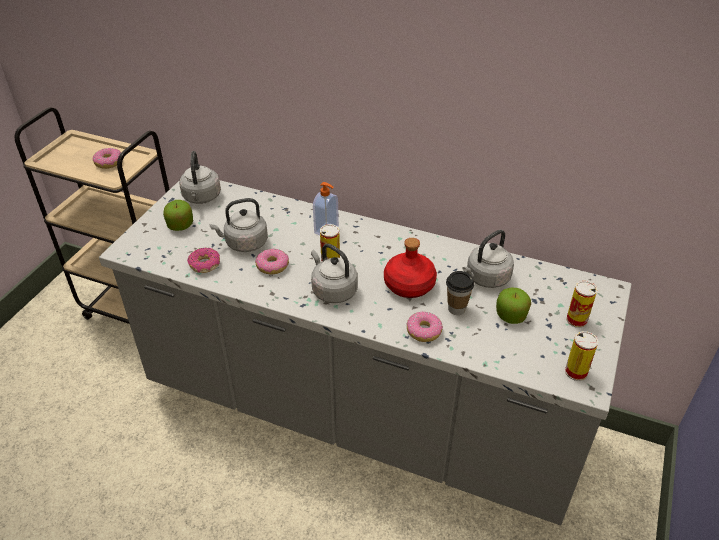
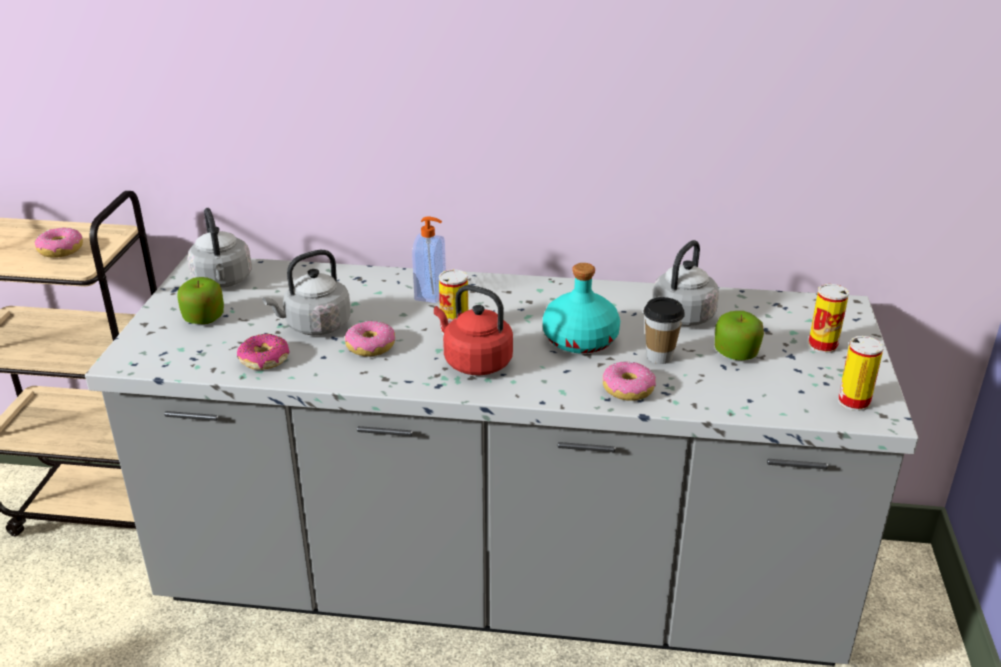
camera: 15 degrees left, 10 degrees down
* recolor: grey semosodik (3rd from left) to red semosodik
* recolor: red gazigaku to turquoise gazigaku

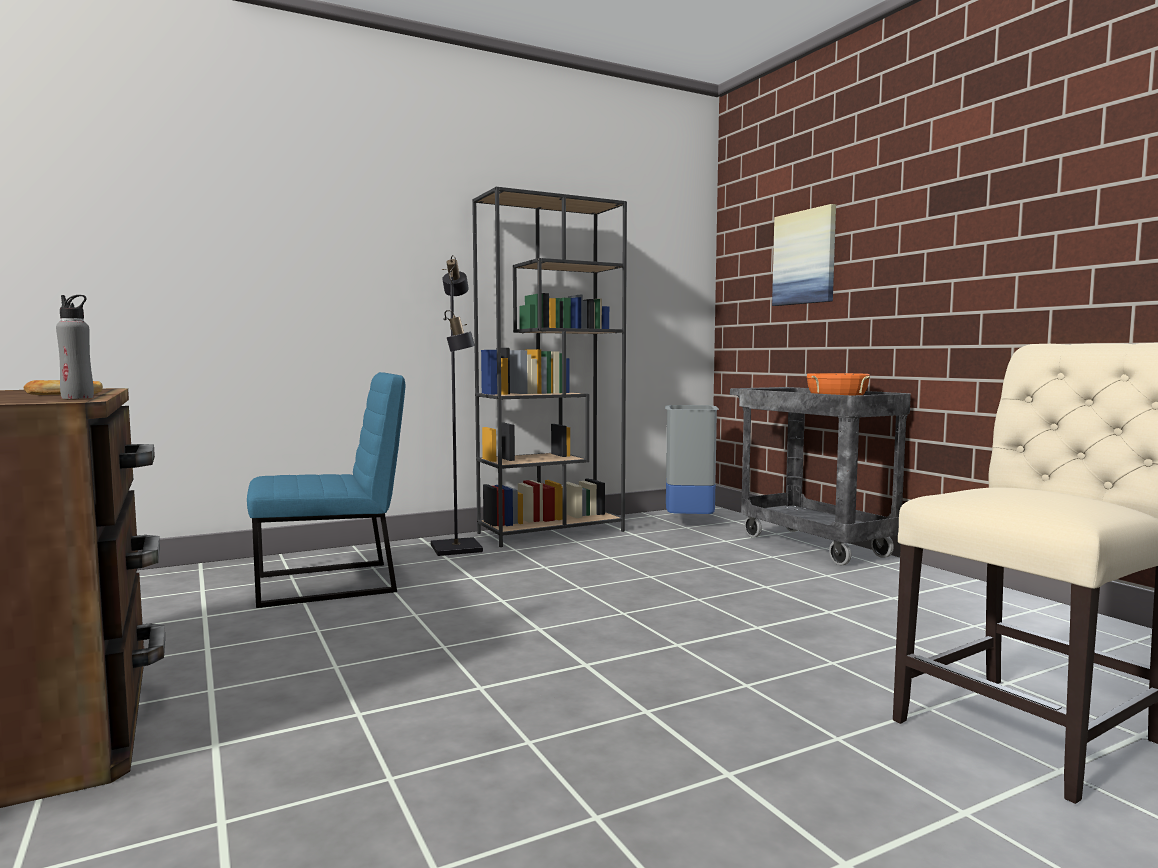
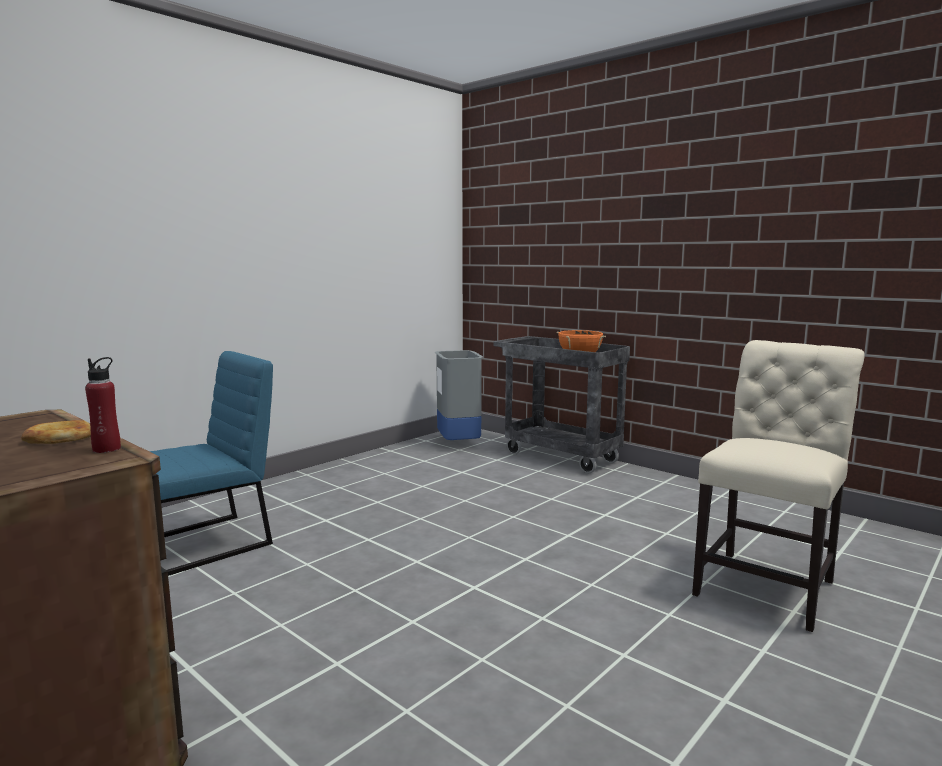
camera: 20 degrees left, 5 degrees up
* delete: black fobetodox
* delete: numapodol
* delete: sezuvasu
* recolor: grey gazigaku to red gazigaku

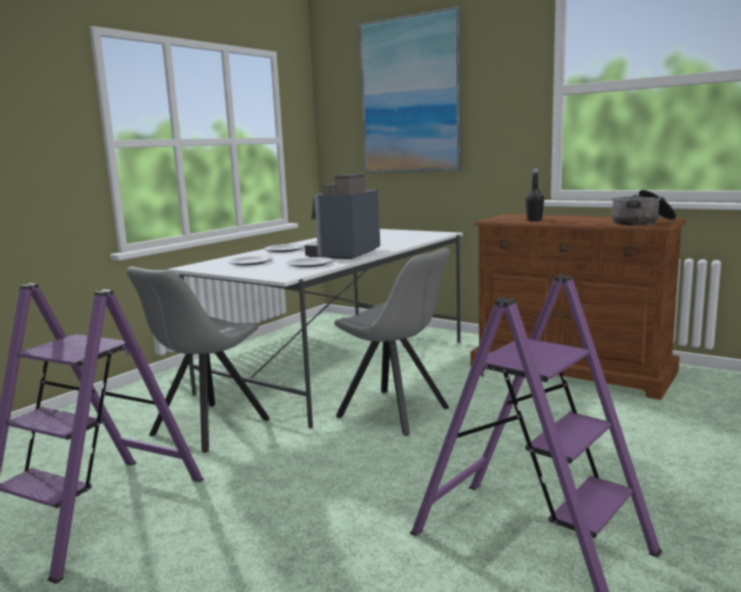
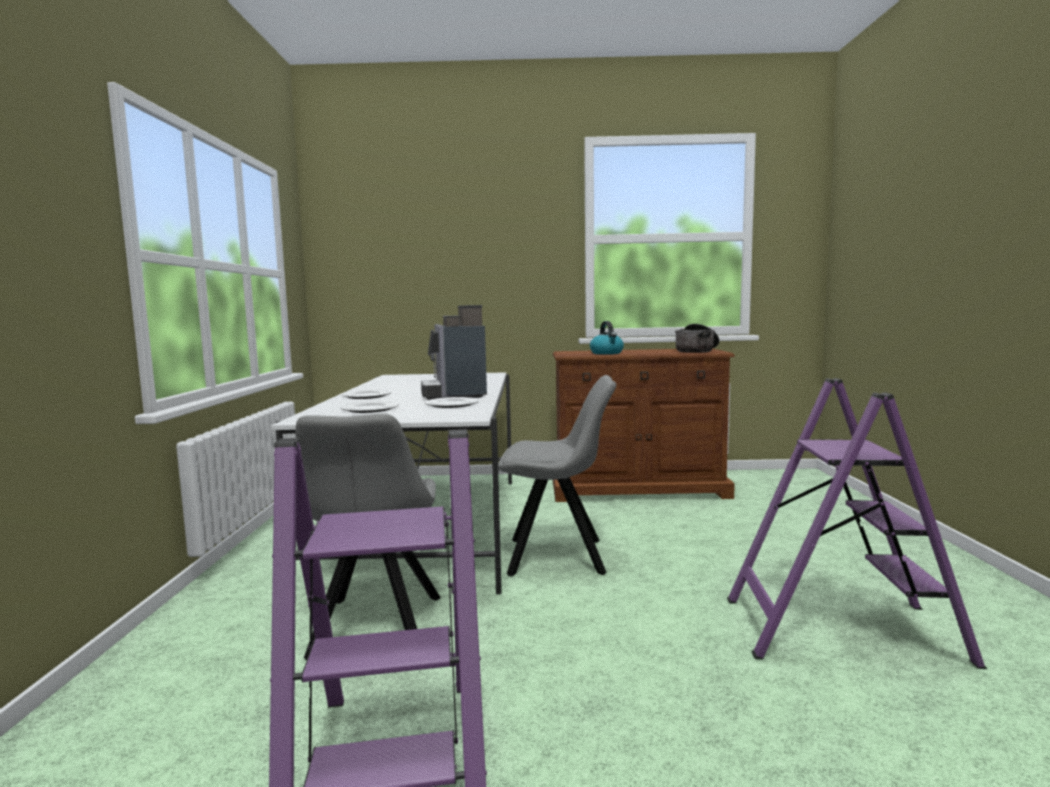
camera: 35 degrees left, 5 degrees down
* delete: sezuvasu
* replace: black gazigaku to semosodik

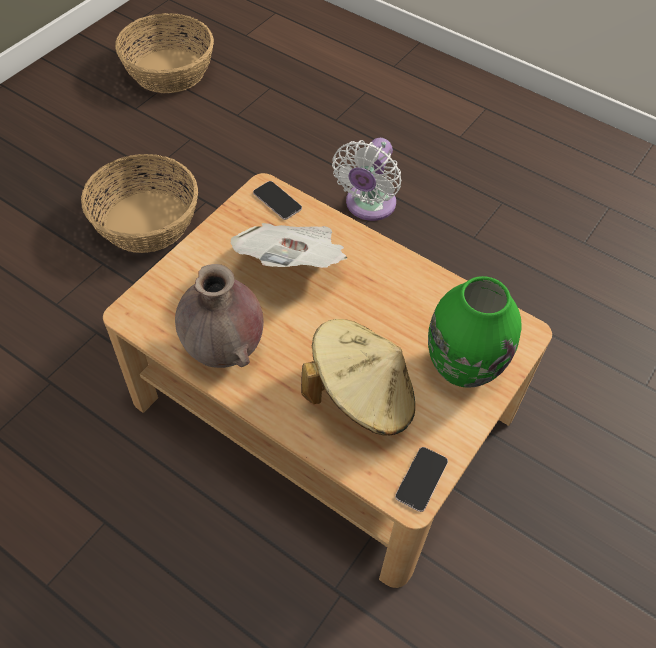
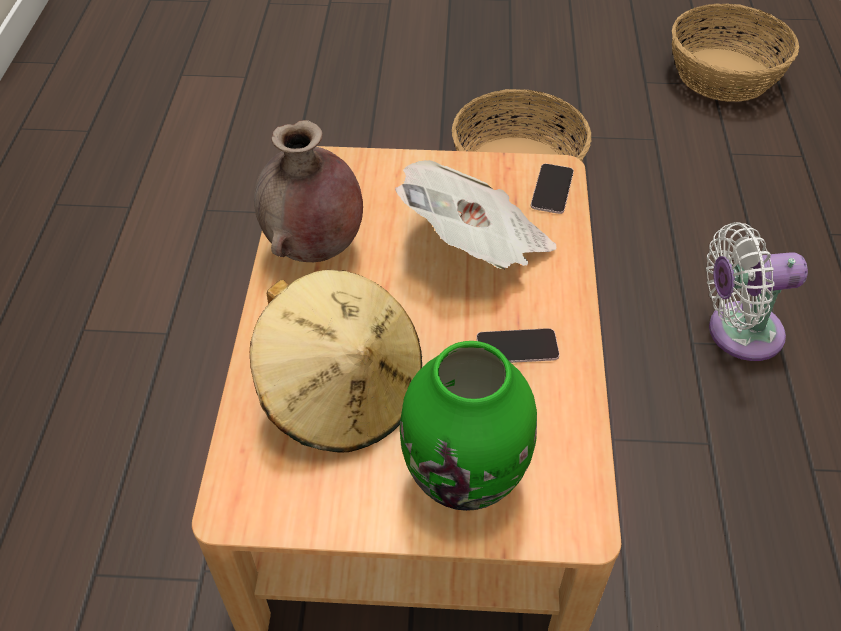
camera: 60 degrees right, 5 degrees down
* move: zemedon (2nd from left in the first image) to zemedon (1st from left)

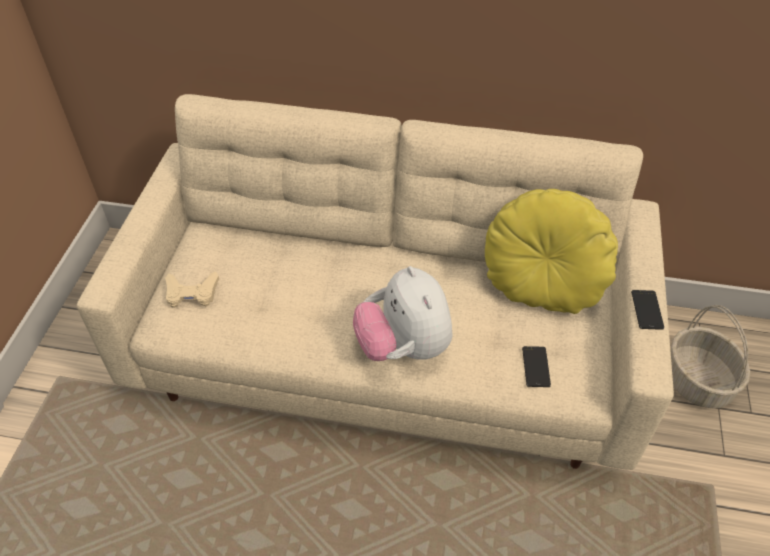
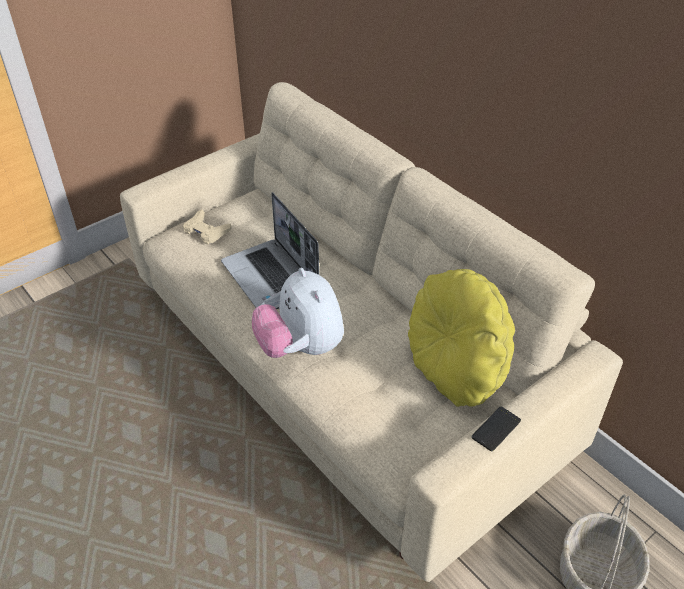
camera: 40 degrees right, 5 degrees down
* delete: zemedon (1st from left)
* insert: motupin
* rotate: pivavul 45 degrees counterclockwise

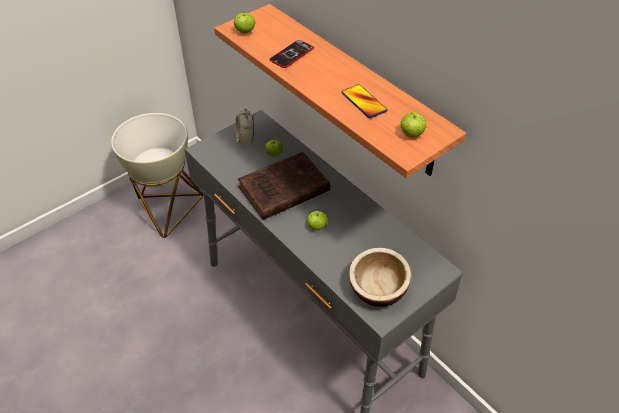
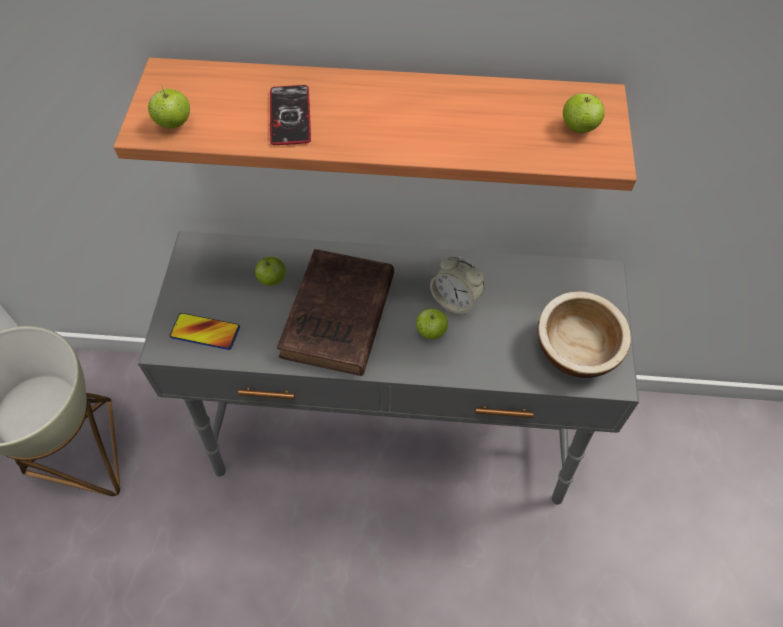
camera: 45 degrees left, 10 degrees up
* move: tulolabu
* move: zemedon (2nd from left in the first image) to zemedon (1st from left)

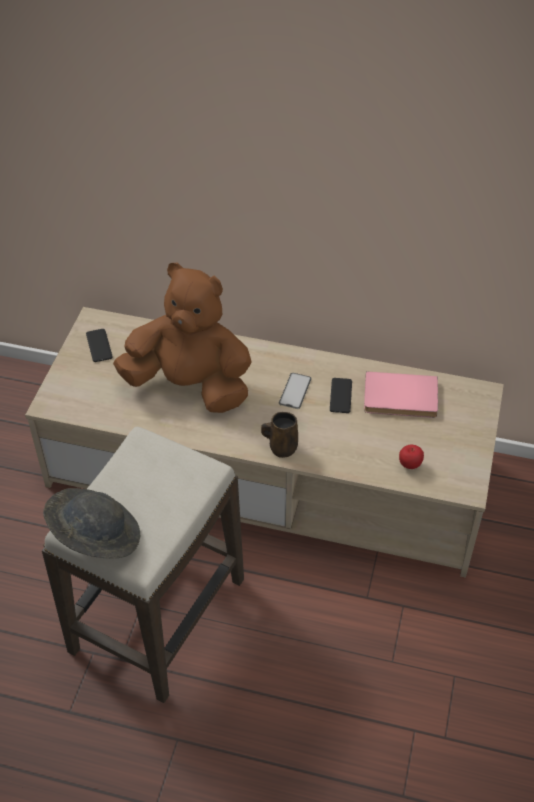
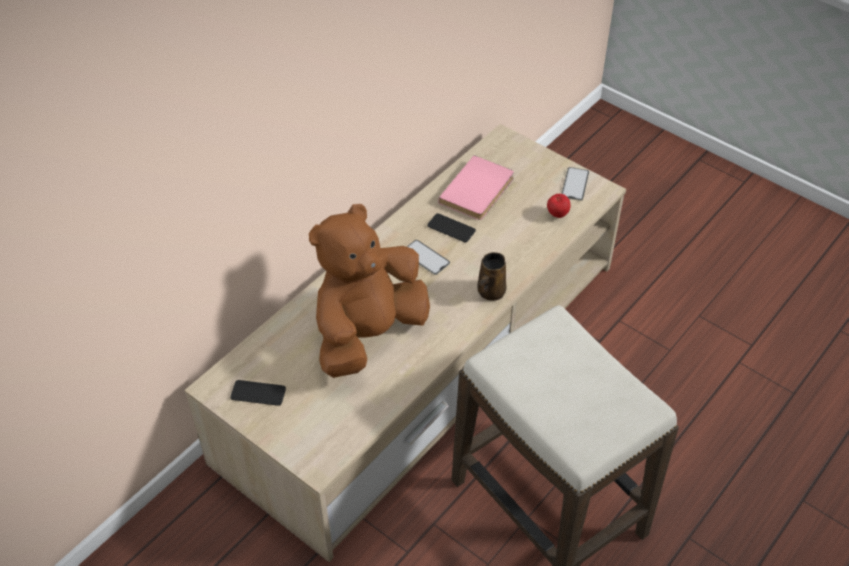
camera: 65 degrees left, 0 degrees up
* delete: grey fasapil
* insert: zemedon (4th from left)

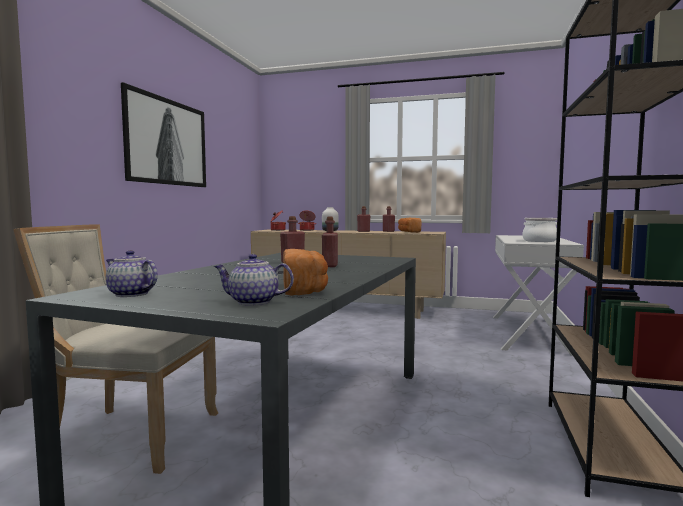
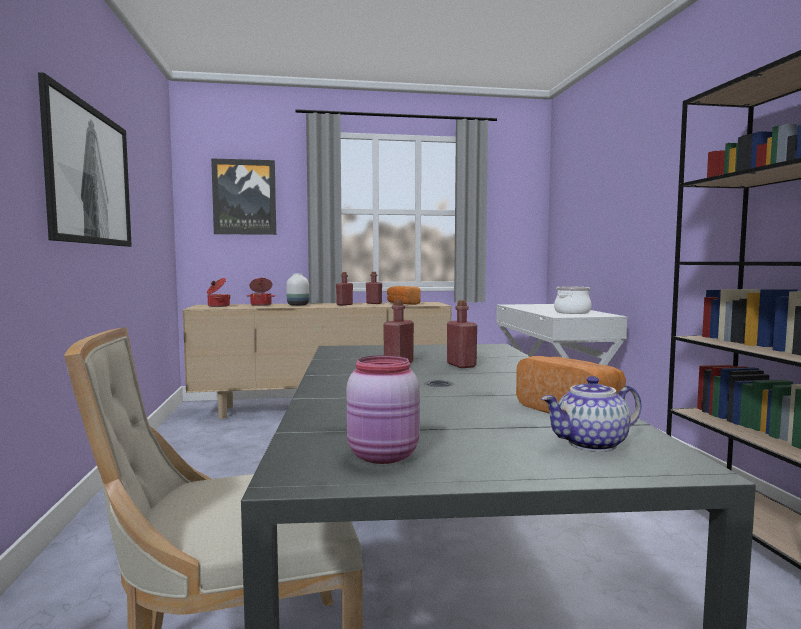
camera: 25 degrees left, 0 degrees up
* insert: sezuvasu (2nd from left)
* replace: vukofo (1st from left) to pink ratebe

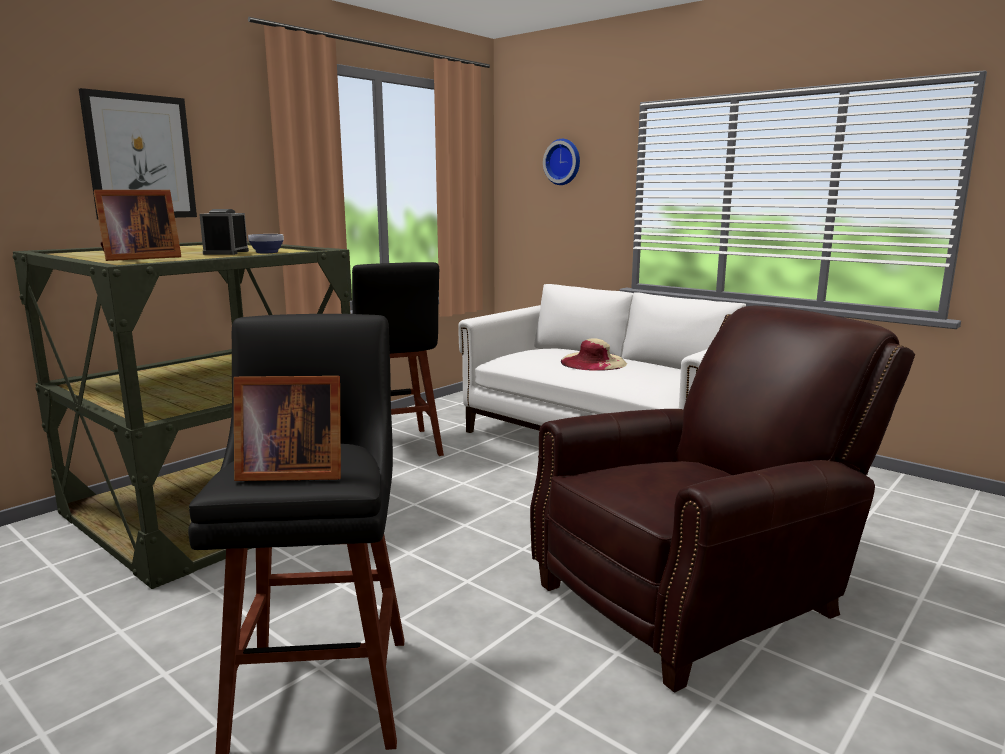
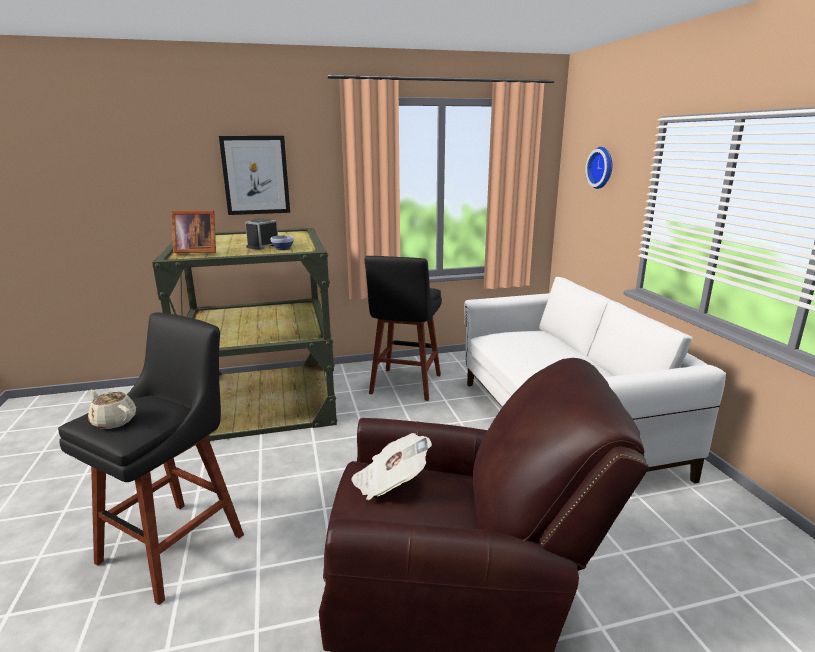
camera: 35 degrees right, 5 degrees up
* delete: beige fasapil
* insert: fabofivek
* replace: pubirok (2nd from left) to beige vukofo

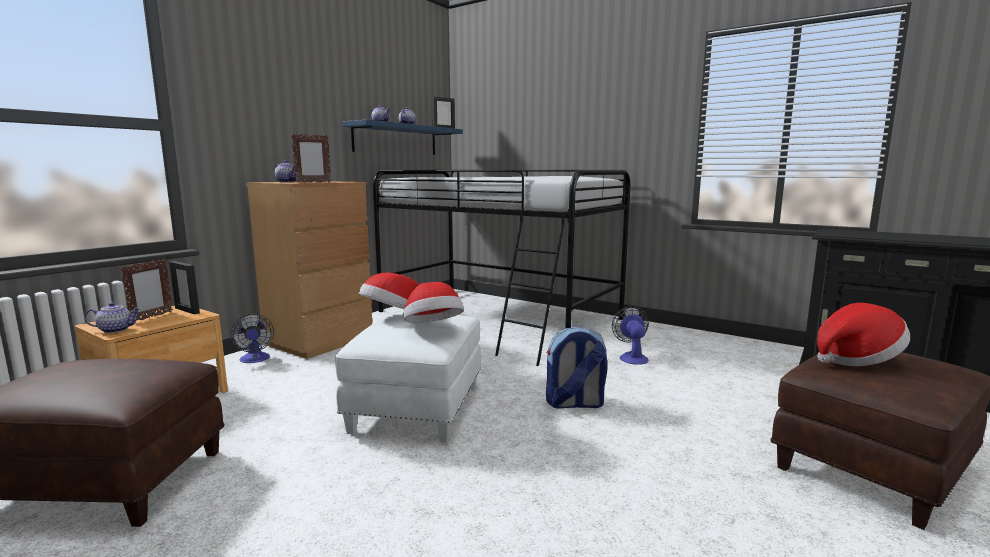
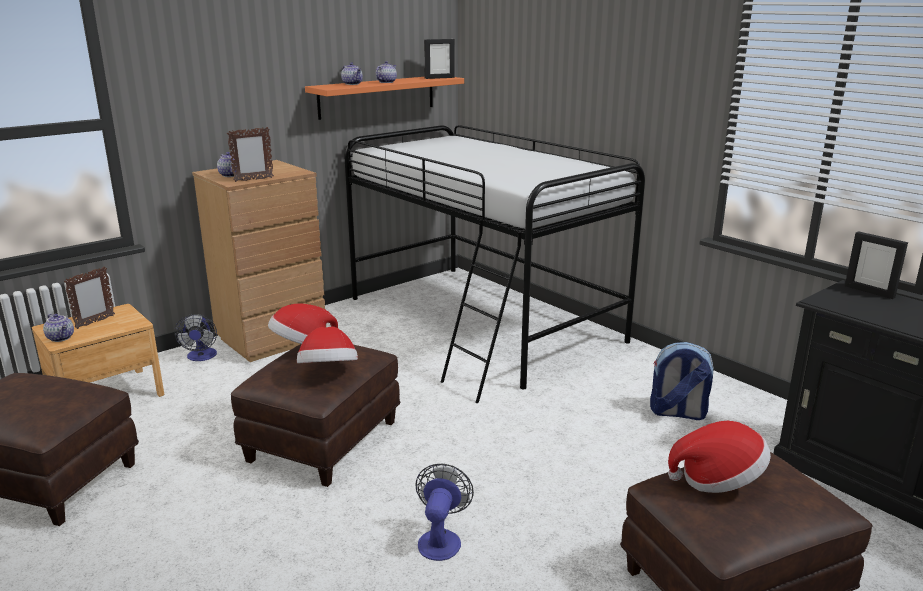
camera: 15 degrees right, 10 degrees up
* move: pubirok (2nd from left in the first image) to pubirok (4th from left)
* move: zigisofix
* move: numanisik (2nd from left)
* recolor: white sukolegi to brown sukolegi (2nd from left)
* recolor: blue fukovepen to orange fukovepen
* rotate: vukofo (1st from left) 45 degrees clockwise

